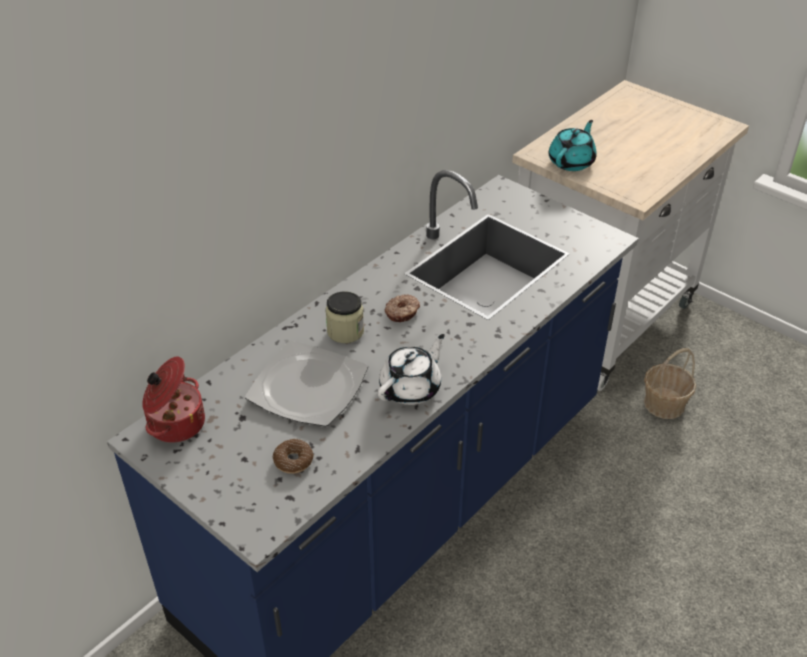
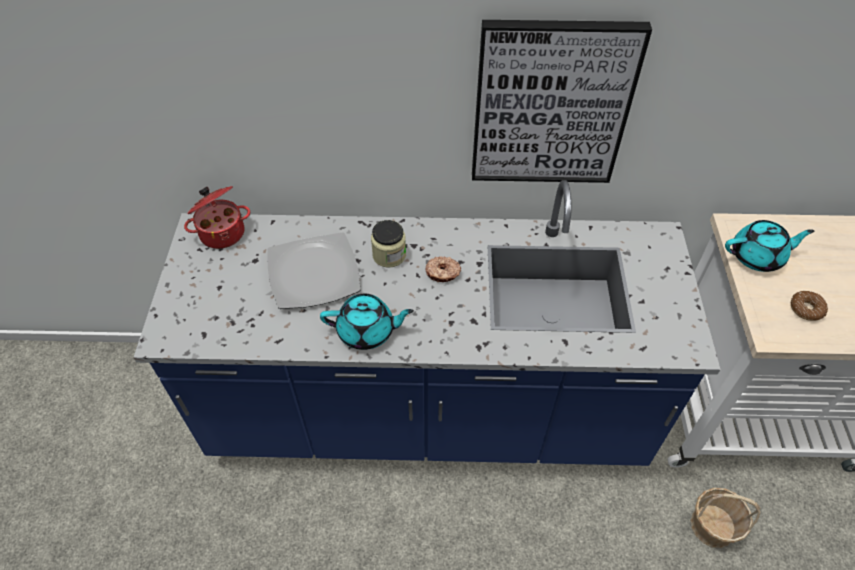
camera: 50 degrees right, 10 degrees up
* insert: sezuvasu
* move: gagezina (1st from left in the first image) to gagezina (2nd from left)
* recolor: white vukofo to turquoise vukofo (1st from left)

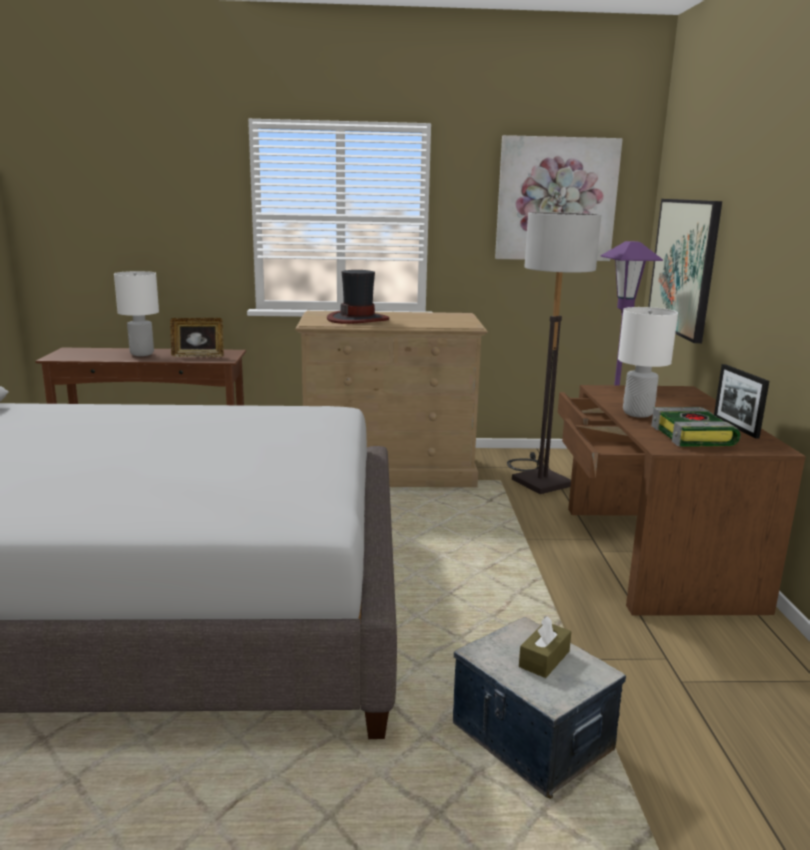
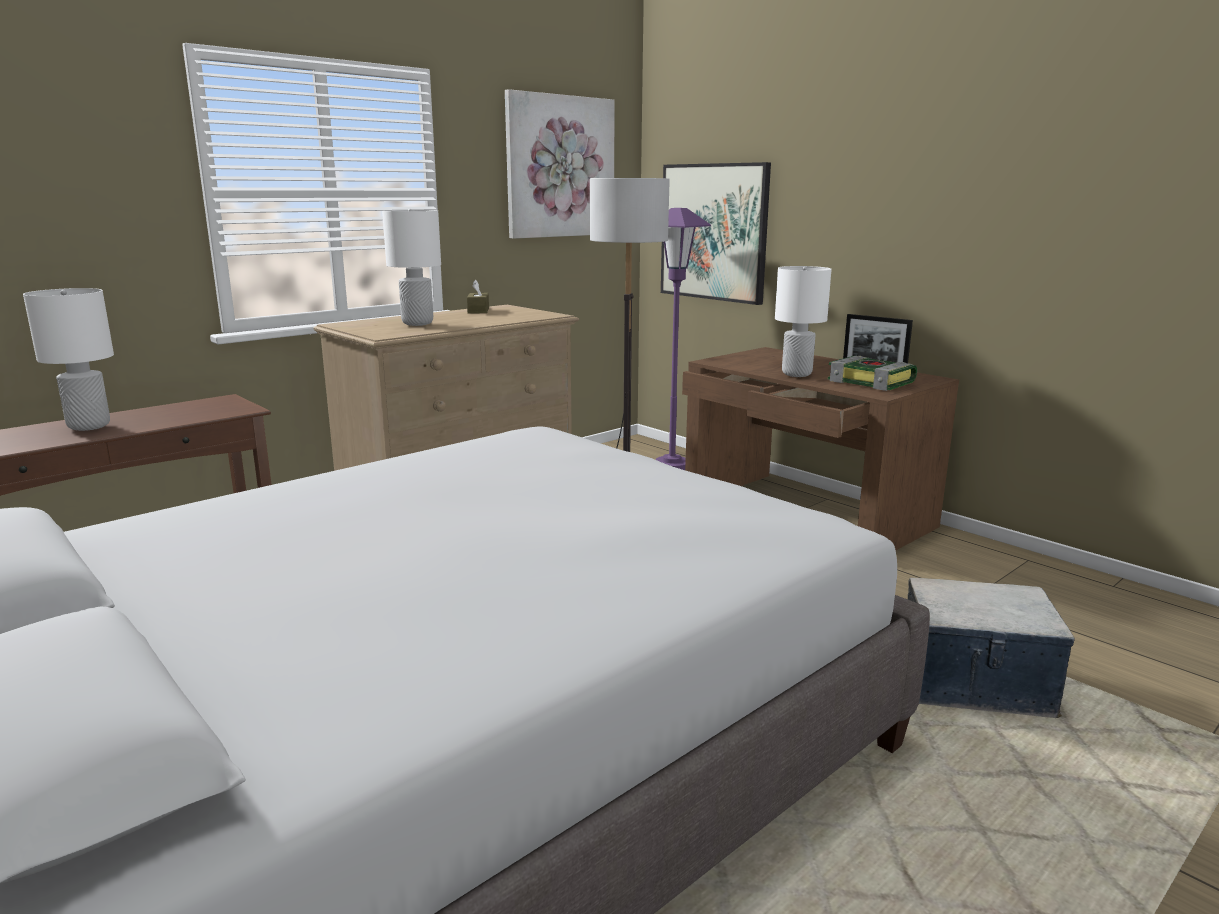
camera: 40 degrees left, 0 degrees up
* delete: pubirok (1st from left)
* move: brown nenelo
* replace: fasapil to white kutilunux (2nd from left)

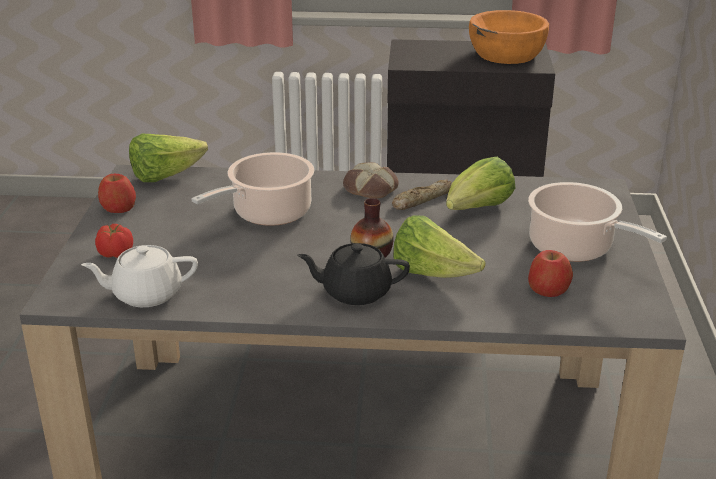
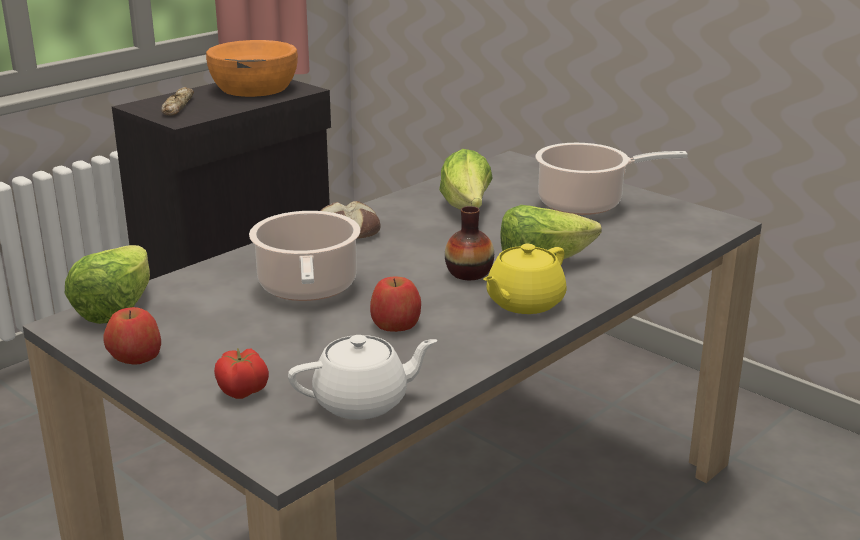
camera: 50 degrees left, 5 degrees down
* move: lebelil (2nd from left in the first image) to lebelil (1st from left)
* move: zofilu (2nd from left)
* recolor: black vukofo to yellow vukofo
* rotate: white vukofo 135 degrees counterclockwise

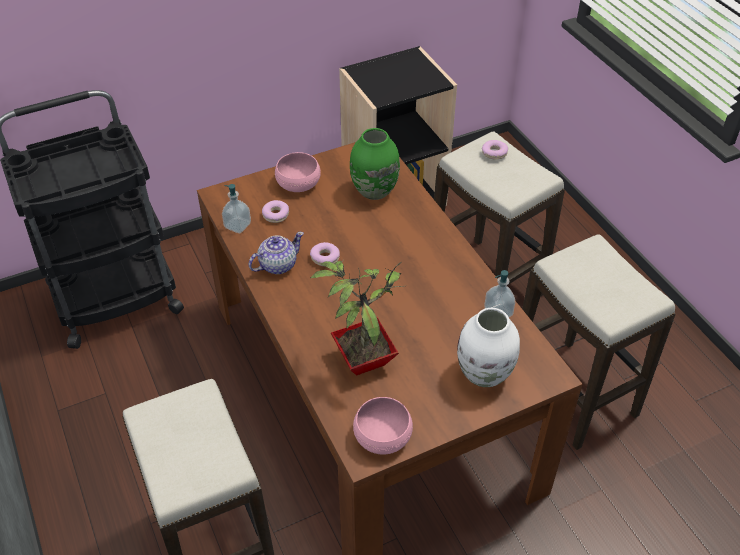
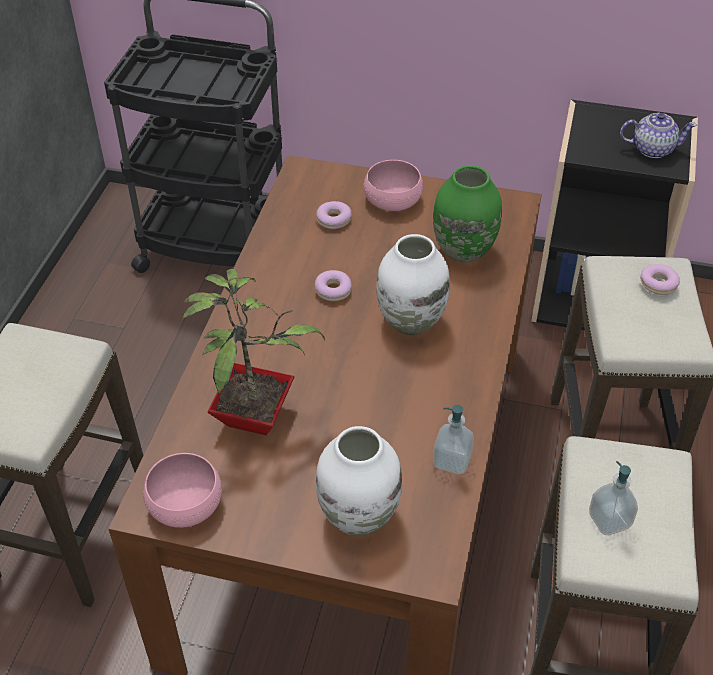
camera: 40 degrees right, 0 degrees up
* insert: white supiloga (2nd from left)
* move: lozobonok (1st from left in the first image) to lozobonok (2nd from left)
* move: vukofo

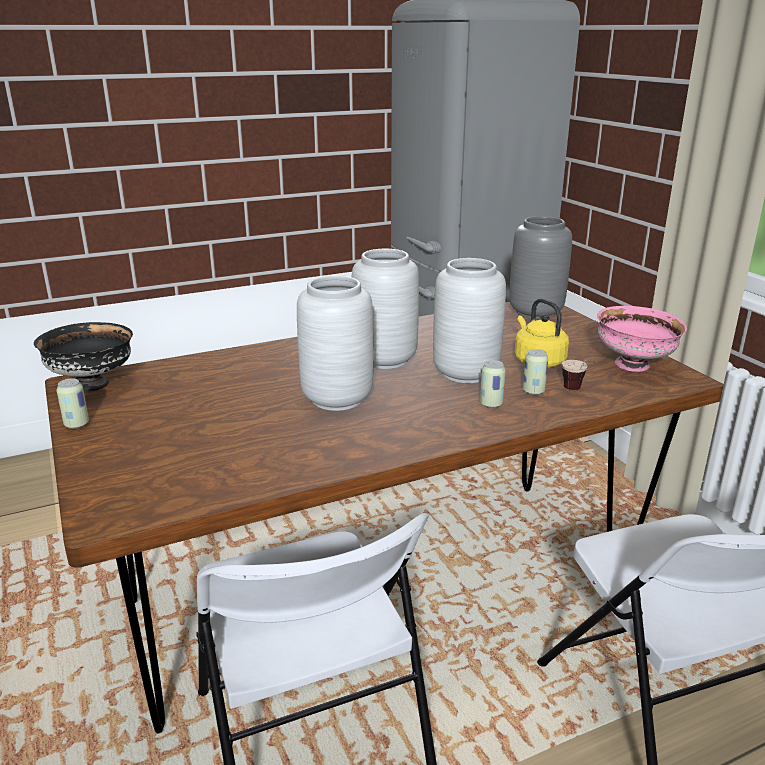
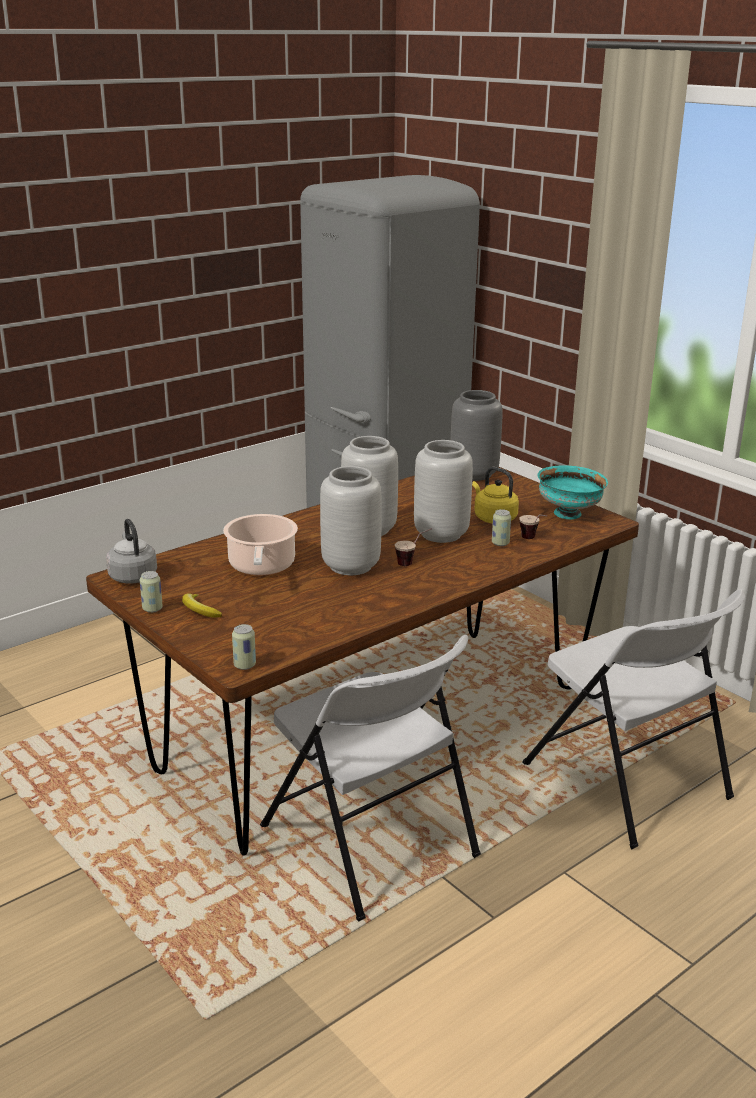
camera: 15 degrees left, 0 degrees up
* insert: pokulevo
* insert: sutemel
* insert: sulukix (1st from left)
* move: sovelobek (2nd from left)
* replace: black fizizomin to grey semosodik
* recolor: pink fizizomin to turquoise fizizomin

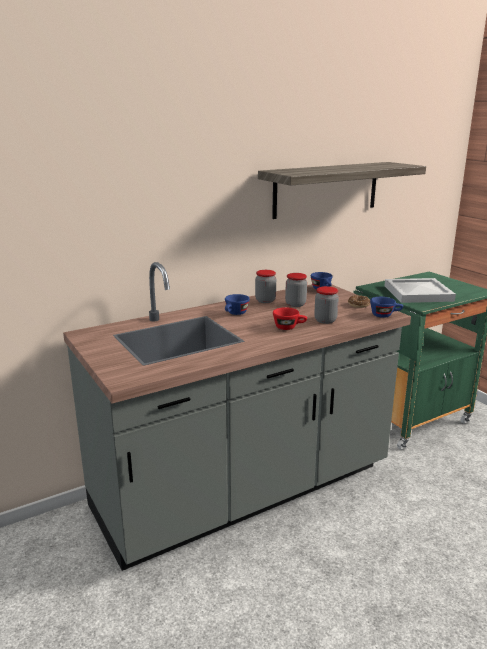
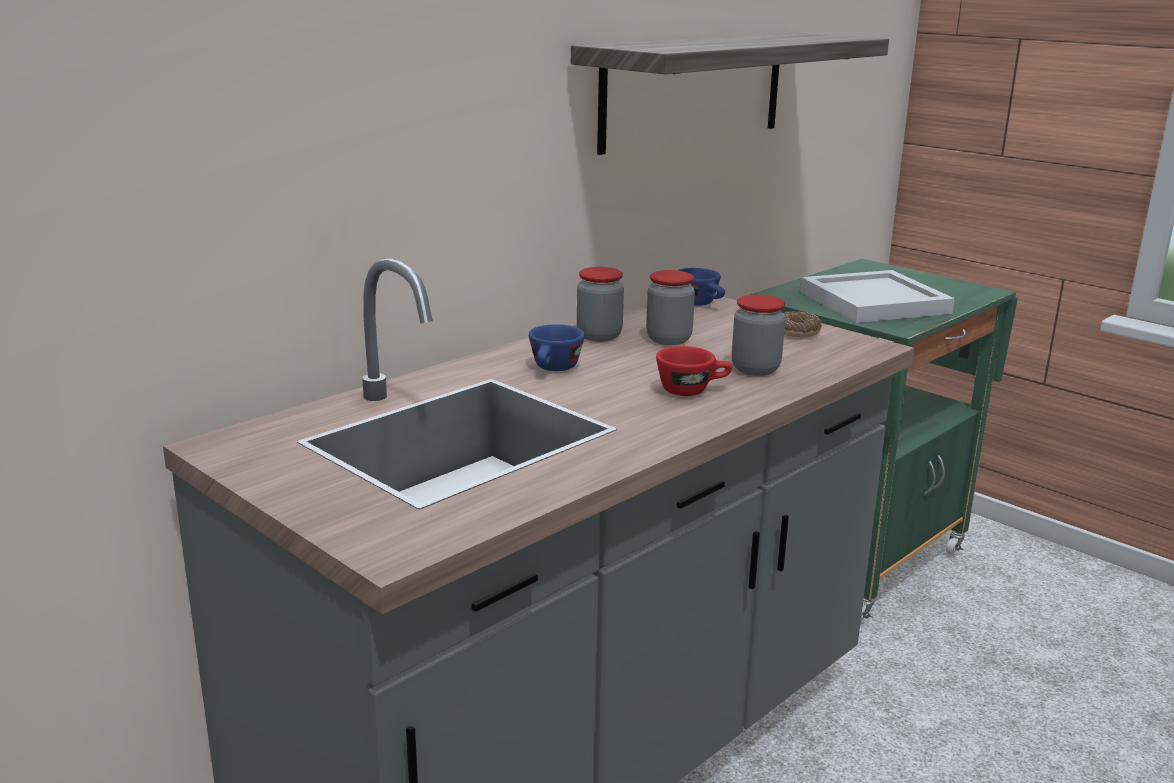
camera: 15 degrees left, 0 degrees up
* delete: blue sulukix (3rd from left)

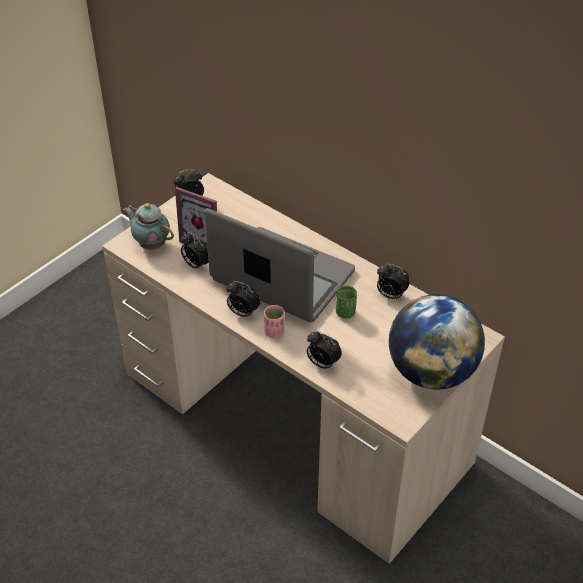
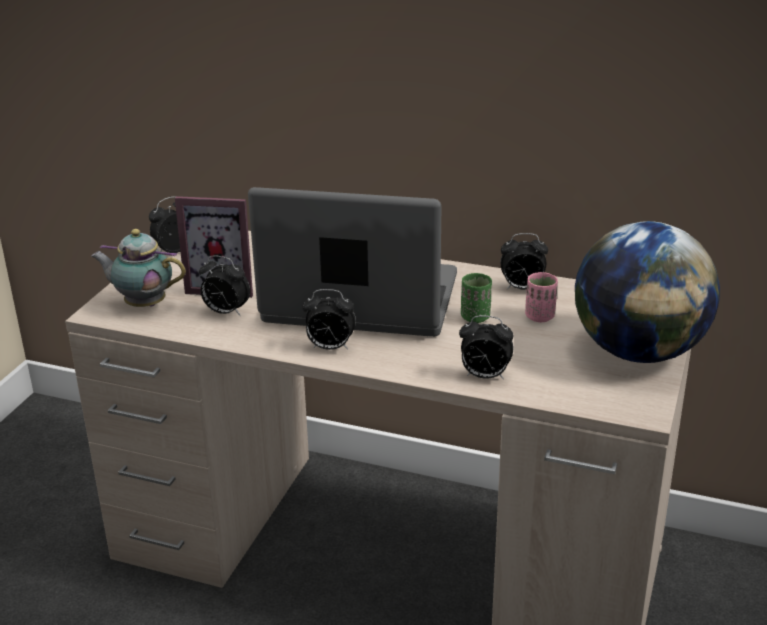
camera: 20 degrees left, 15 degrees down
* move: pink sulukix

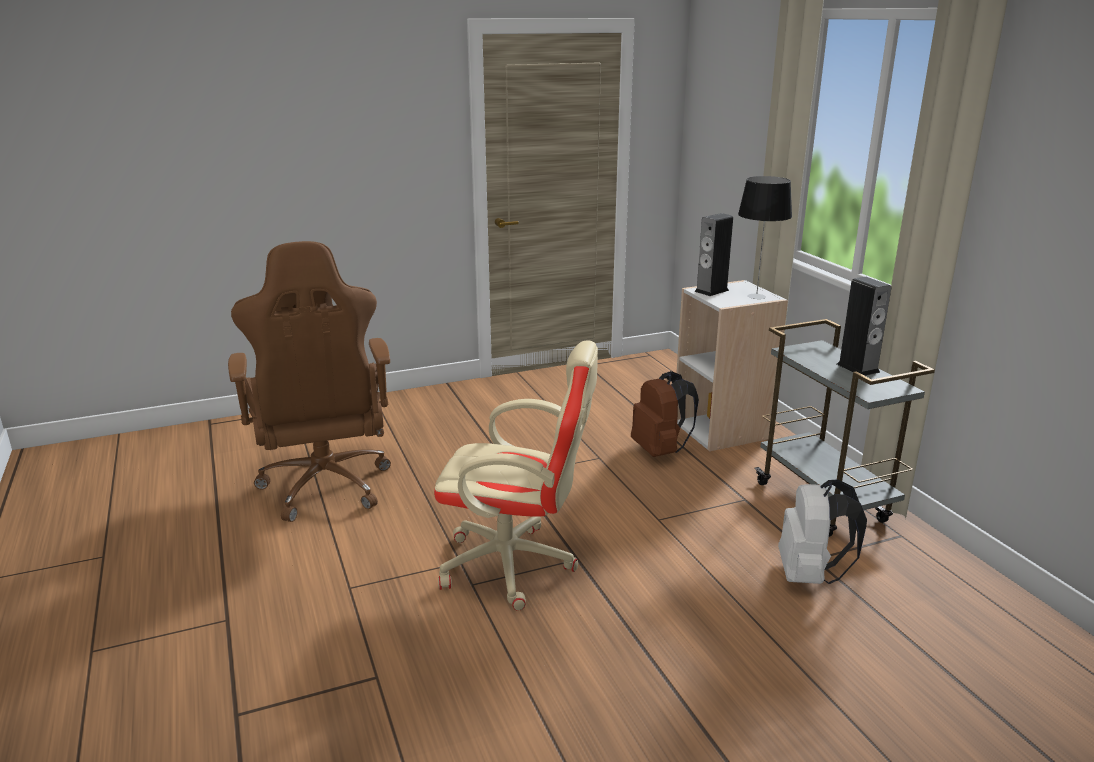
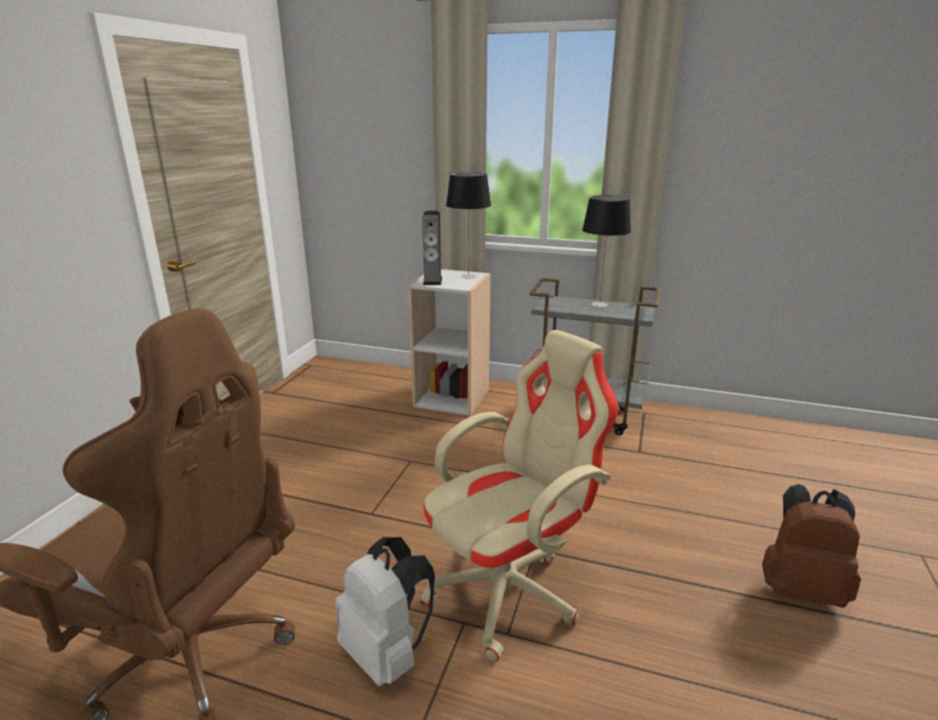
camera: 50 degrees left, 0 degrees up
* move: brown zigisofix
* move: white zigisofix
* replace: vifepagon (2nd from left) to kutilunux (2nd from left)

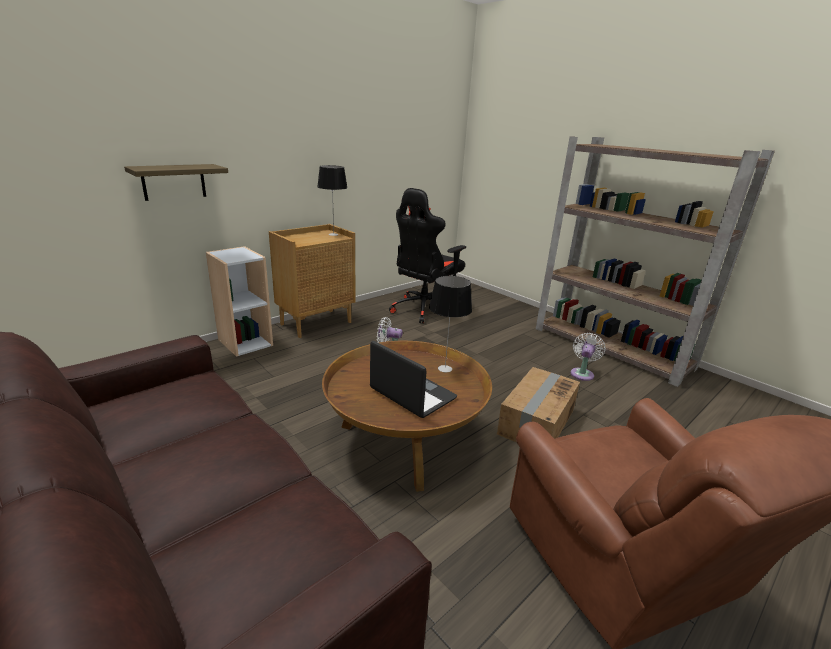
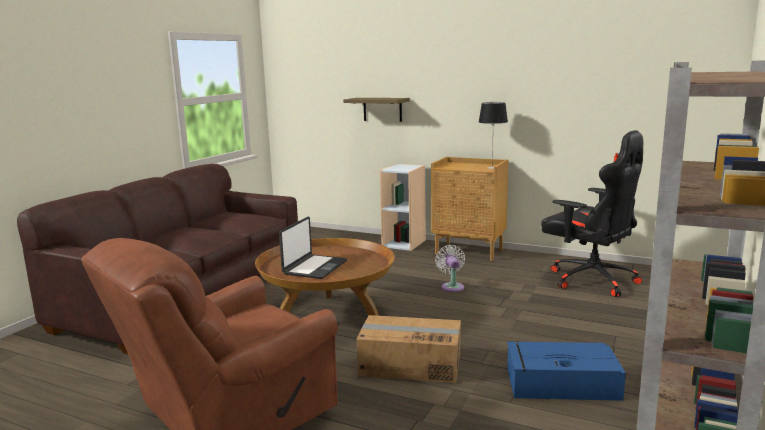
camera: 70 degrees right, 10 degrees down
* delete: kutilunux (2nd from left)
* replace: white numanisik (2nd from left) to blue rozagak
* rotate: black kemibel 150 degrees counterclockwise

